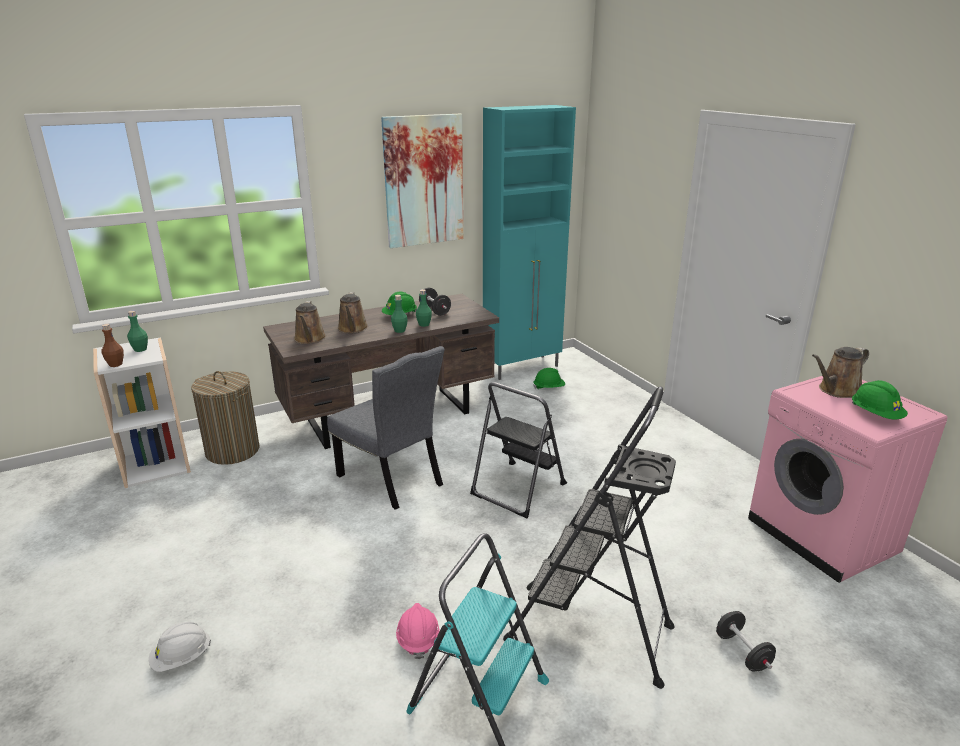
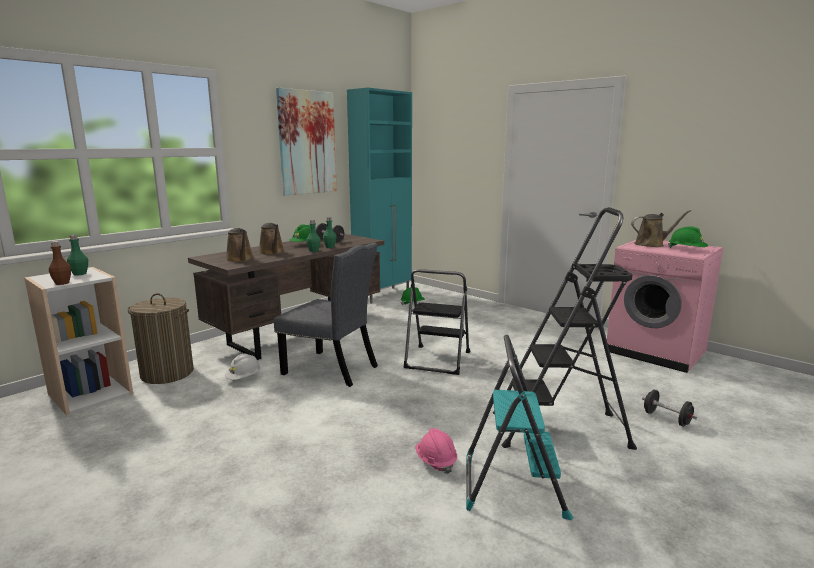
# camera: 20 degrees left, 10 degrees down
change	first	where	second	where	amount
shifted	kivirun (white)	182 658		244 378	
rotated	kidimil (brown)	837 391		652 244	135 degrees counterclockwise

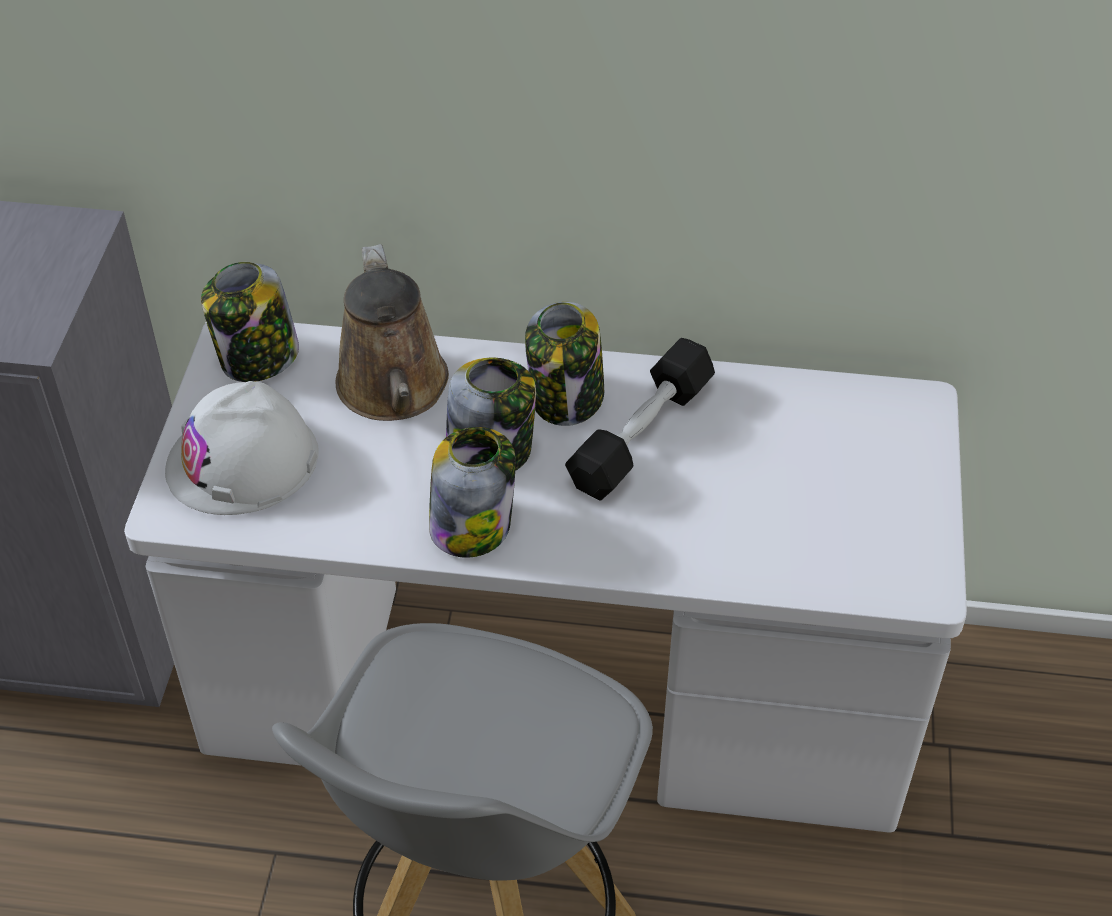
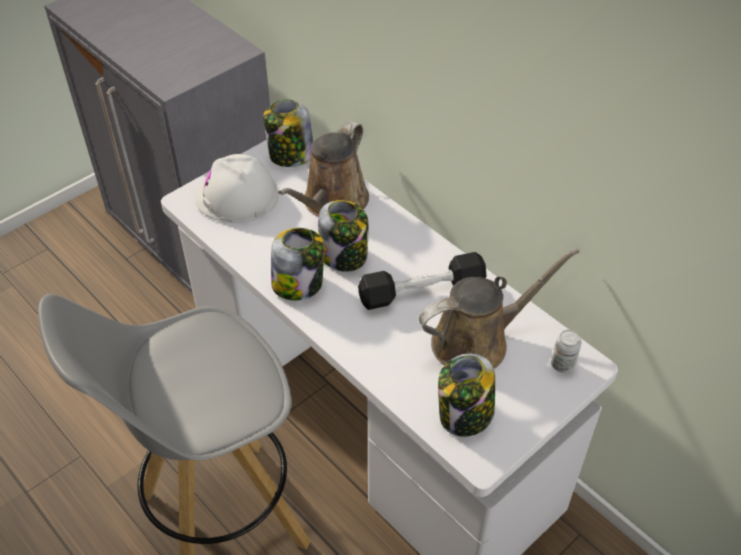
# camera: 40 degrees right, 0 degrees up
change	first	where	second	where	amount
shifted	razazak	566 398		465 415	
new			kidimil (brown)	477 341	
new			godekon	562 365	

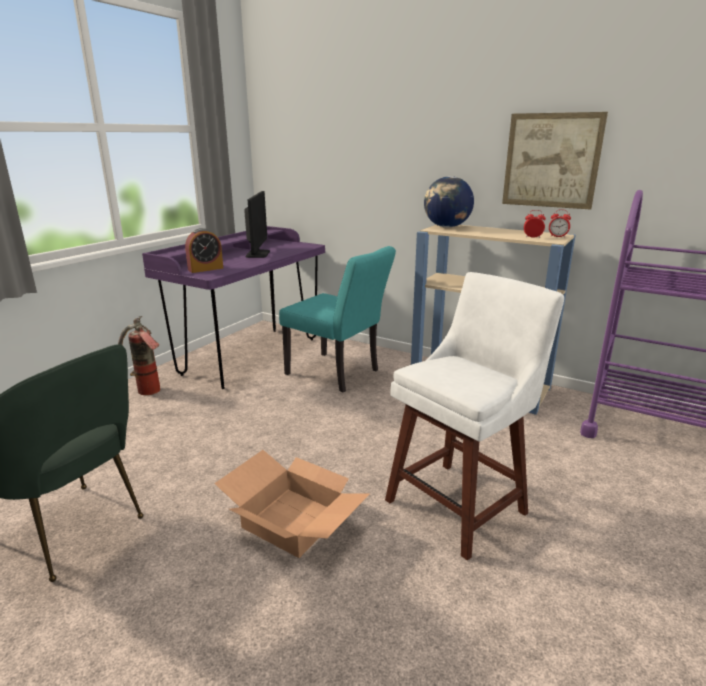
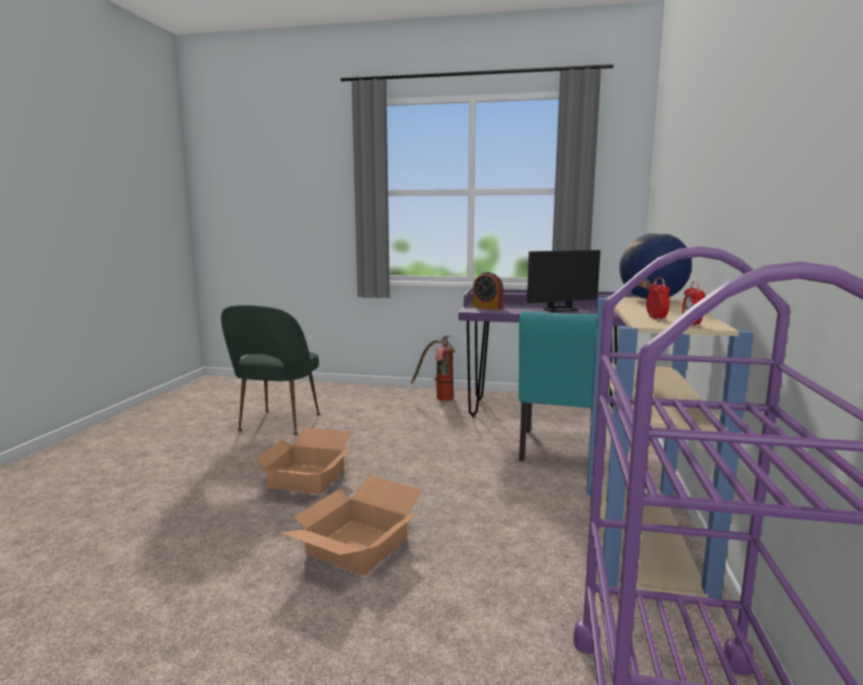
# camera: 70 degrees right, 10 degrees down
change	first	where	second	where	amount
swapped	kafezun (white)	460 503	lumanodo	357 547	
gone	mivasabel	551 161			

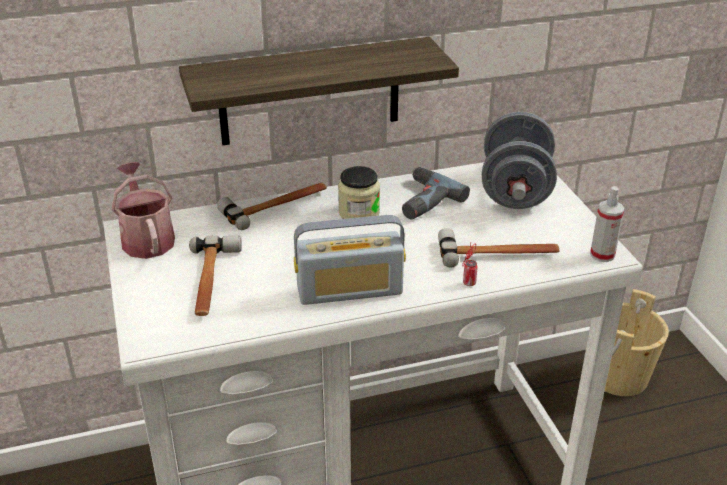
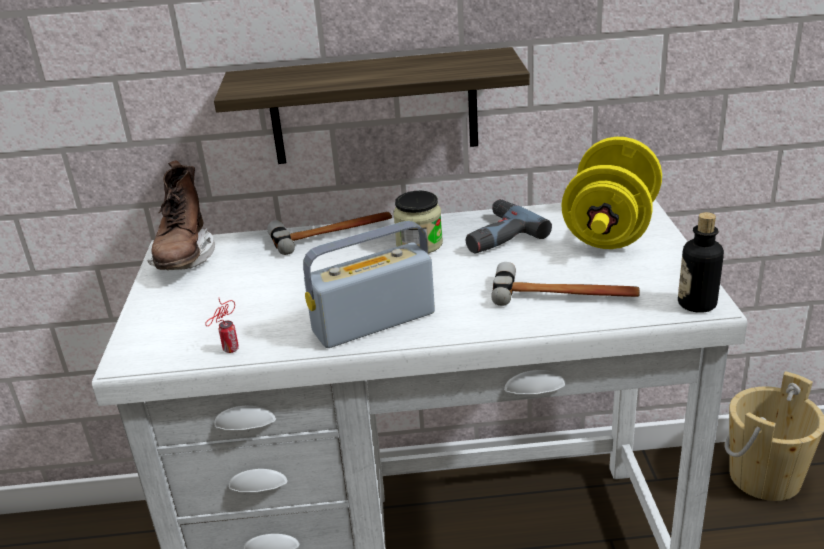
# camera: 15 degrees right, 5 degrees down
change	first	where	second	where	amount
swapped	kidimil	146 238	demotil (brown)	184 258	
gone	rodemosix	211 281			
rotated	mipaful	350 290		373 322	150 degrees clockwise
shifted	godekon	468 284		229 350	
repainted	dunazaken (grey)	515 190	dunazaken (yellow)	610 230	
swapped	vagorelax	602 255	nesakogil	697 304	

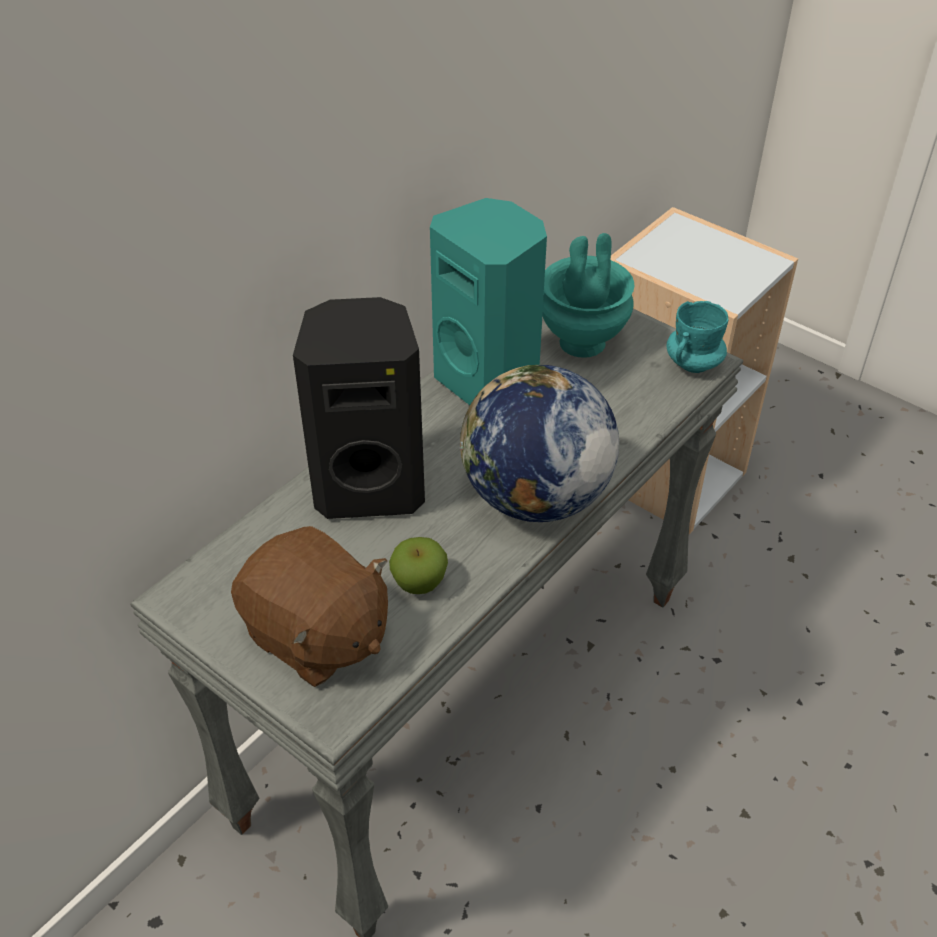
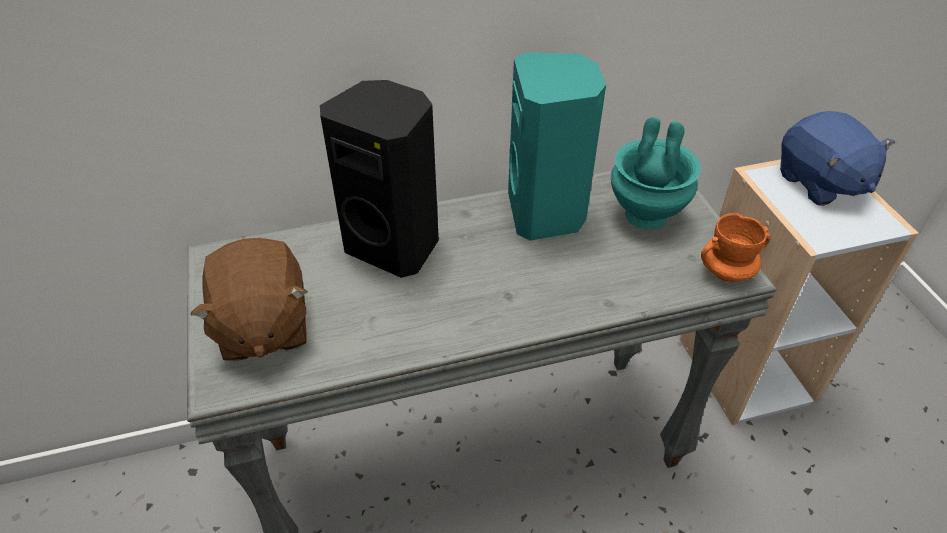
# camera: 35 degrees right, 0 degrees up
change	first	where	second	where	amount
gone	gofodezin	419 584			
gone	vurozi	534 498			
repainted	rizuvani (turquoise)	693 363	rizuvani (orange)	727 271	
new			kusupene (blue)	820 183	

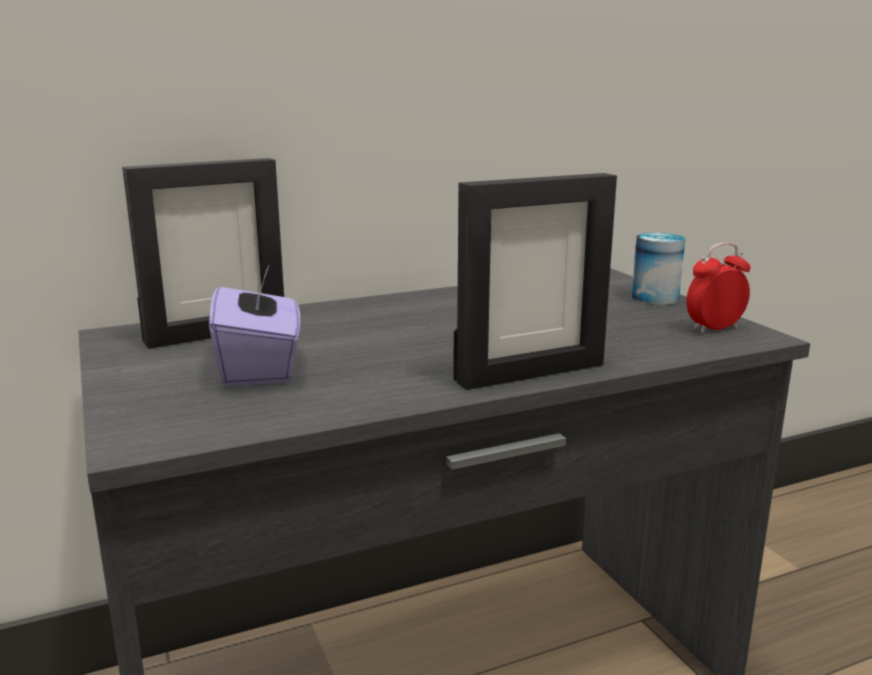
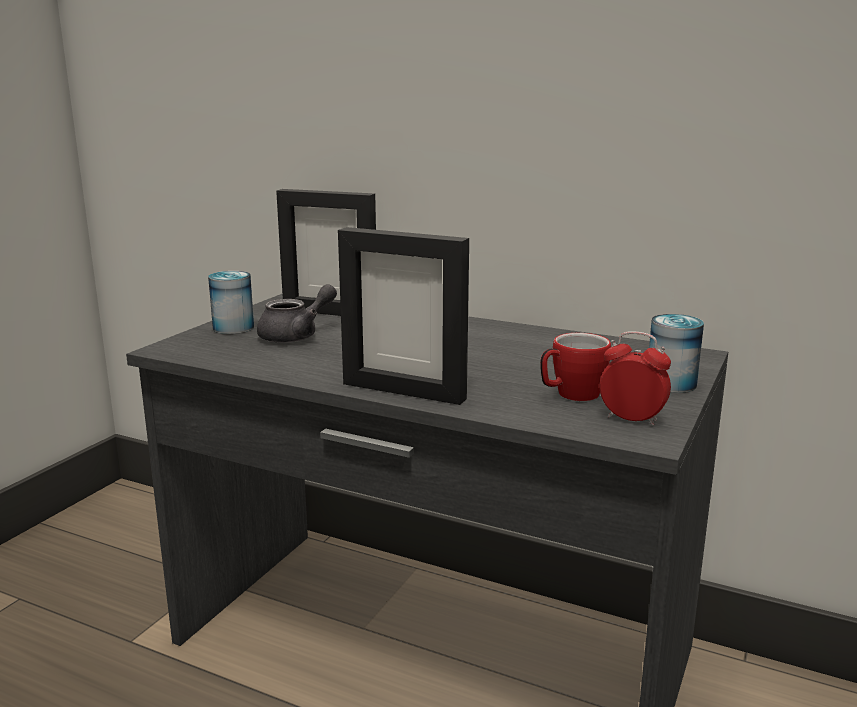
# camera: 50 degrees right, 0 degrees up
change	first	where	second	where	amount
swapped	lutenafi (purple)	260 367	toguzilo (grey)	296 336	
new			godekon	233 327	
new			rizuvani	570 395	

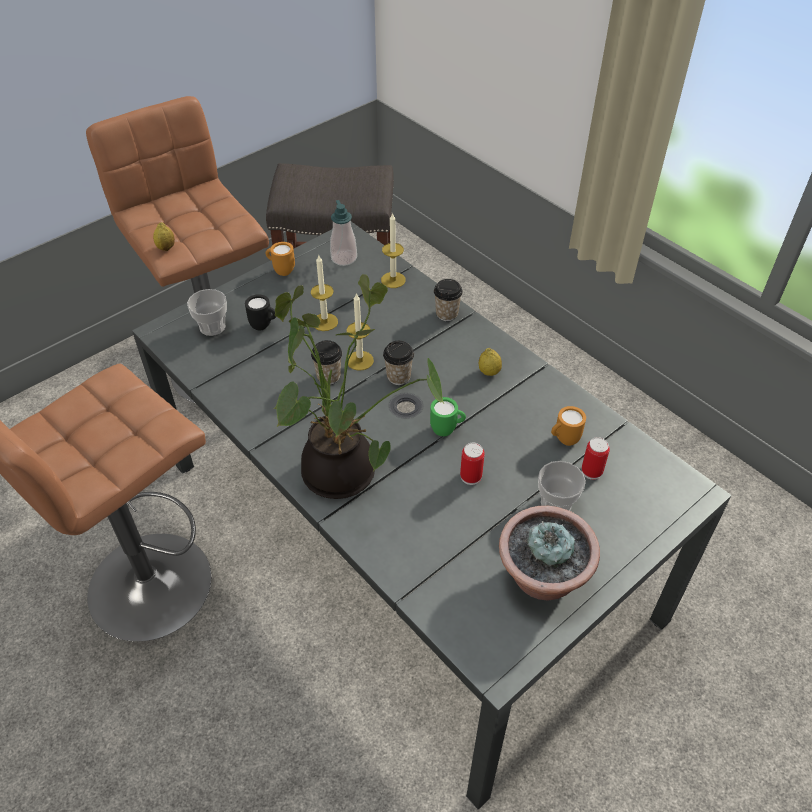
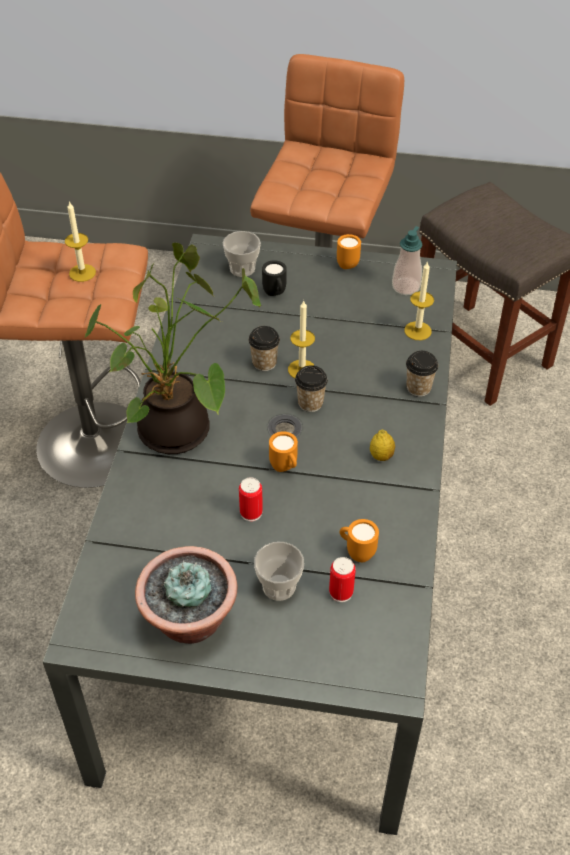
# camera: 50 degrees right, 0 degrees up
change	first	where	second	where	amount
gone	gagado	166 248			
shifted	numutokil	325 322		82 273	
repainted	rizuvani (green)	447 430	rizuvani (orange)	285 468	

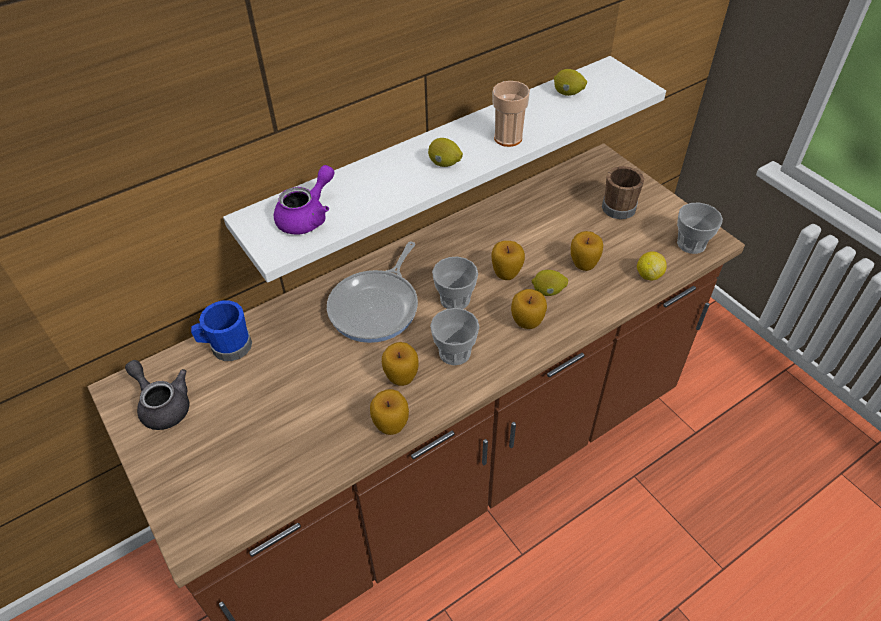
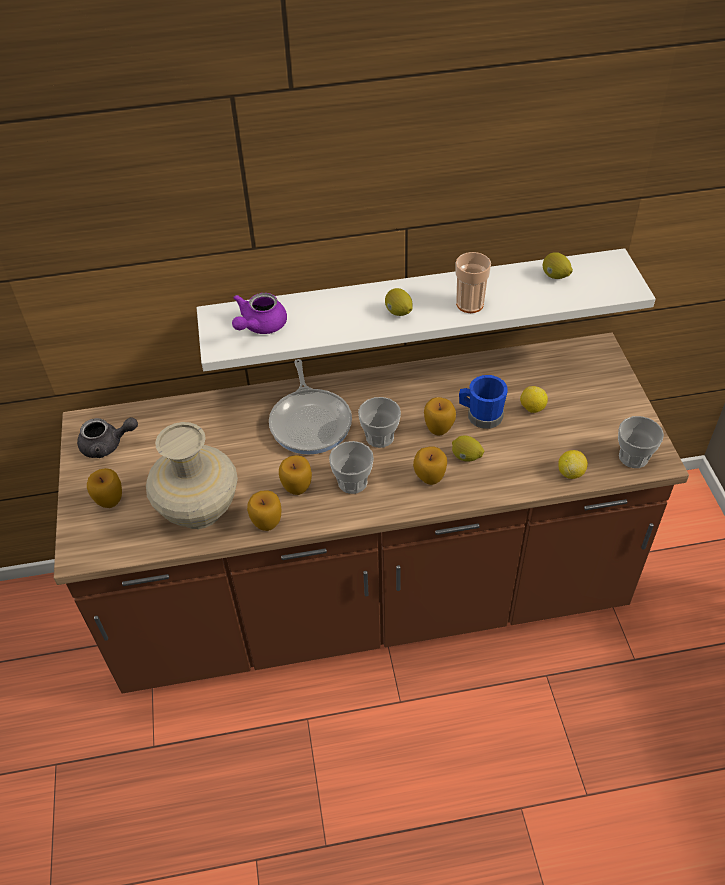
# camera: 25 degrees right, 0 degrees up
change	first	where	second	where	amount
rotated	toguzilo (grey)	163 405		107 445	105 degrees clockwise
shifted	rizuvani (blue)	227 347		480 415	
rotated	toguzilo (purple)	308 216		260 326	150 degrees clockwise
rotated	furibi	377 307		310 422	60 degrees counterclockwise
shifted	gofodezin	583 265		110 500	
gone	rizuvani (brown)	618 205			
new			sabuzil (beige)	200 510	
new			gagado	532 408	

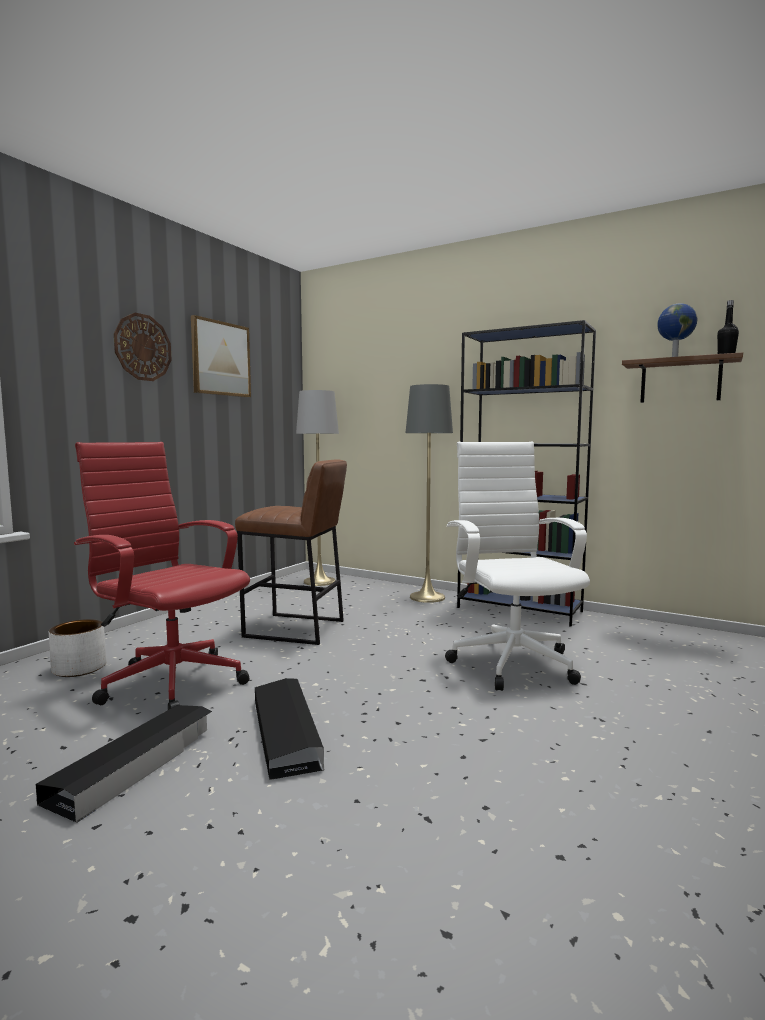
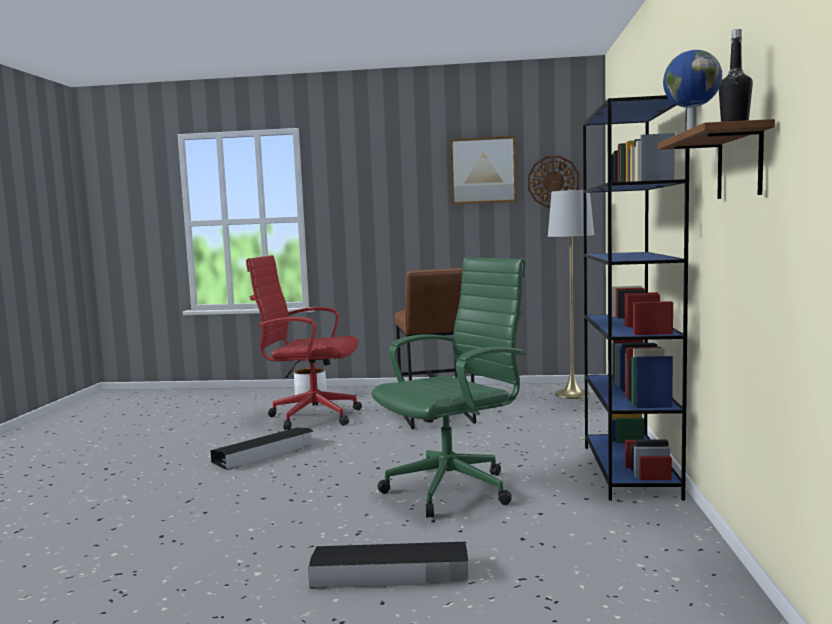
# camera: 65 degrees right, 0 degrees up
change	first	where	second	where	amount
shifted	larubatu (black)	135 765		391 574	
rotated	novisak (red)	170 682		310 416	90 degrees counterclockwise
shifted	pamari	143 347		553 181	
gone	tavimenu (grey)	427 597			
repainted	novisak (white)	511 662	novisak (green)	454 488	

